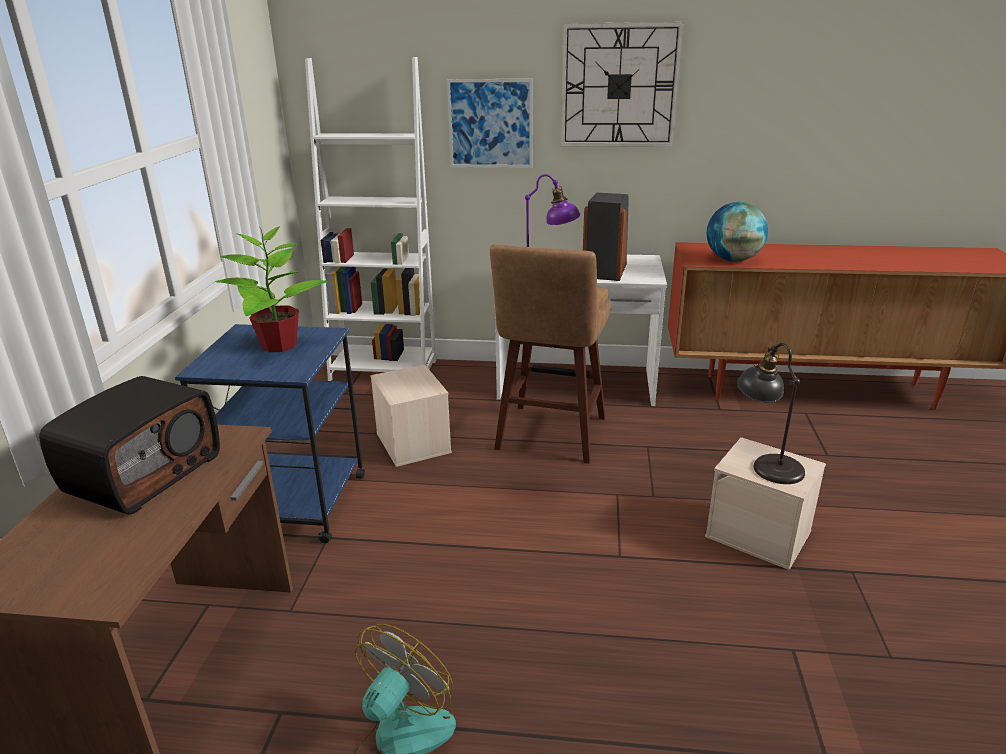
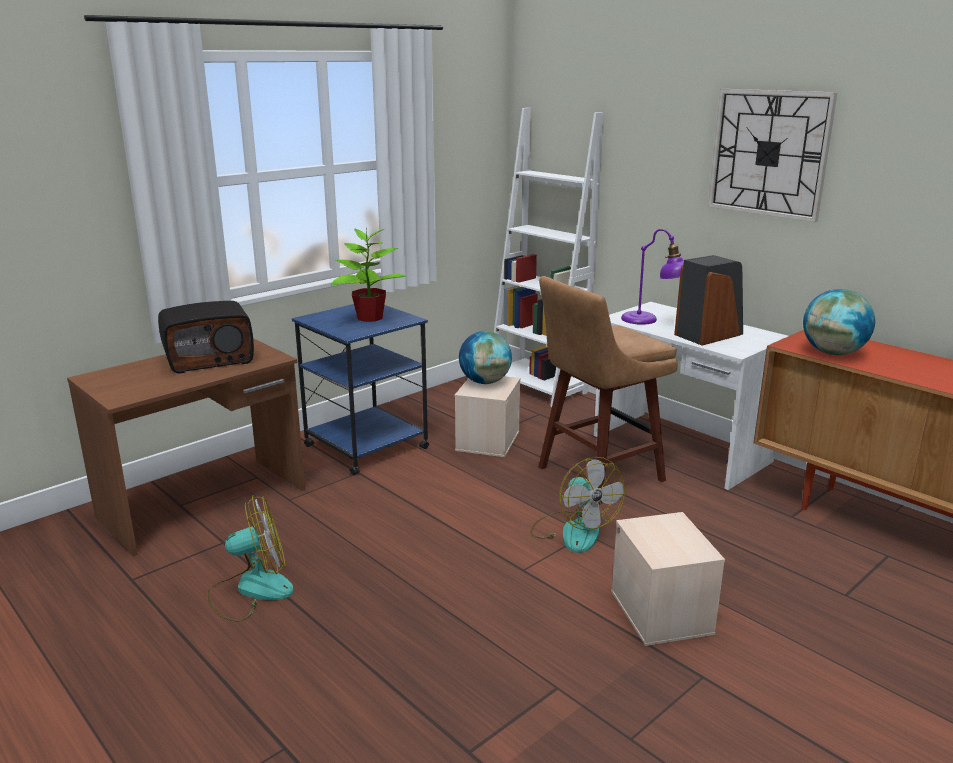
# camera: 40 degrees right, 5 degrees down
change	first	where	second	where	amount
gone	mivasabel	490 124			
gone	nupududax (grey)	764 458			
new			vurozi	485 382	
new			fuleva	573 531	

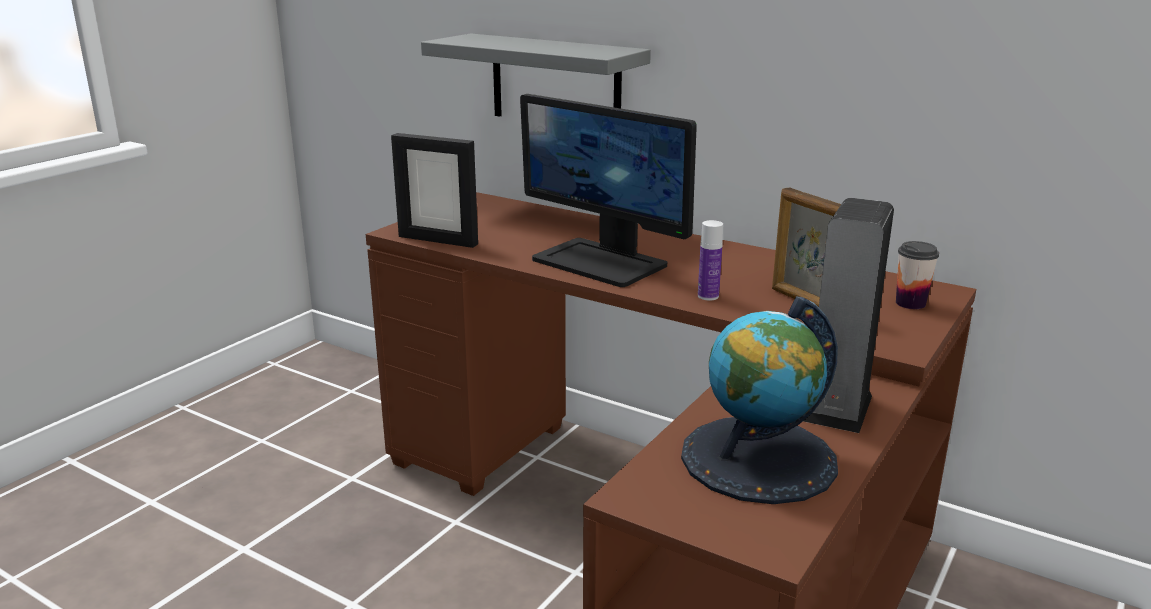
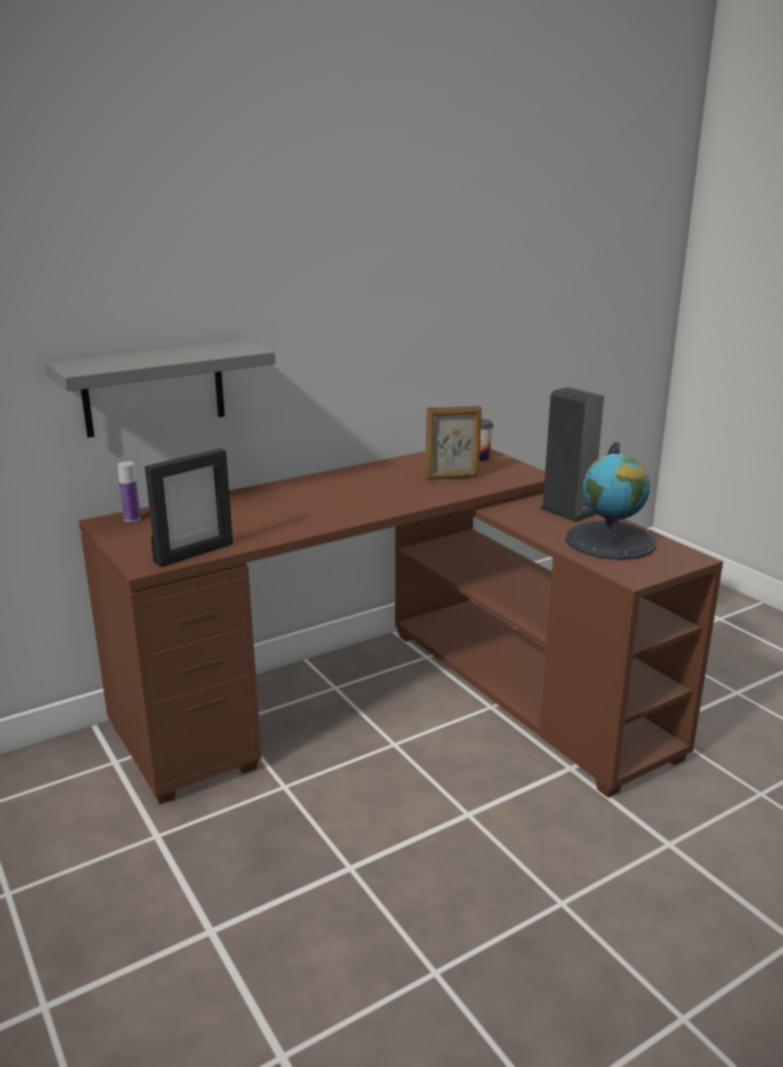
# camera: 65 degrees left, 0 degrees up
change	first	where	second	where	amount
gone	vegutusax	602 262			
shifted	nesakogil	708 296		132 519	

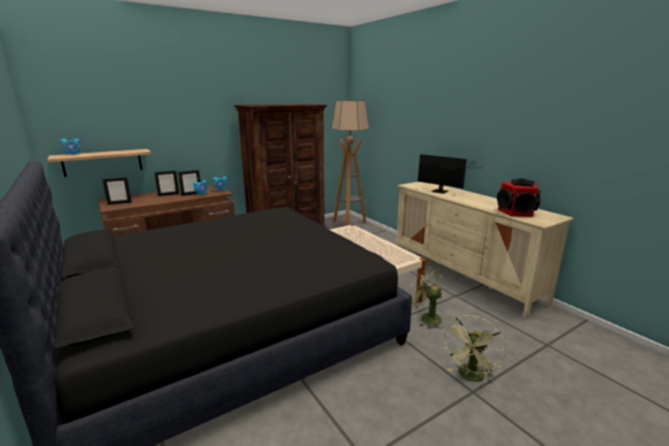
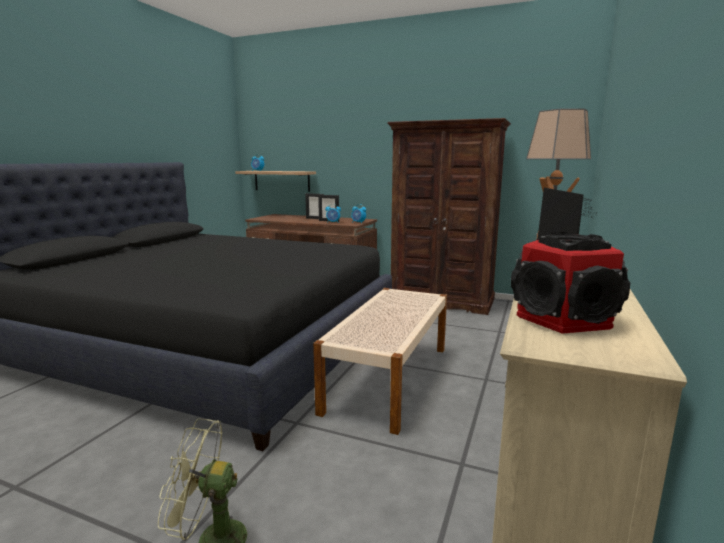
# camera: 55 degrees right, 5 degrees down
change	first	where	second	where	amount
gone	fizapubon	119 203			
gone	fuleva (green)	426 318			

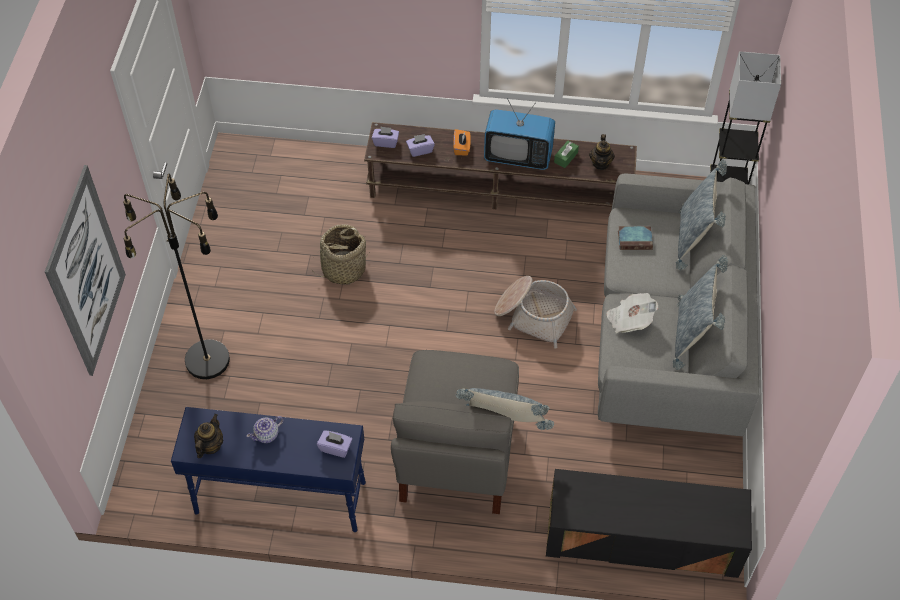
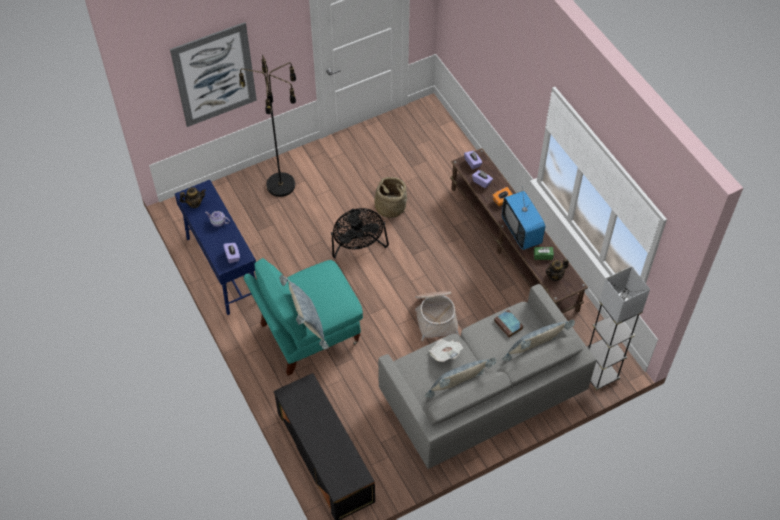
# camera: 55 degrees right, 0 degrees up
change	first	where	second	where	amount
repainted	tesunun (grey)	456 458	tesunun (turquoise)	308 334	
new			fuleva (black)	355 244	

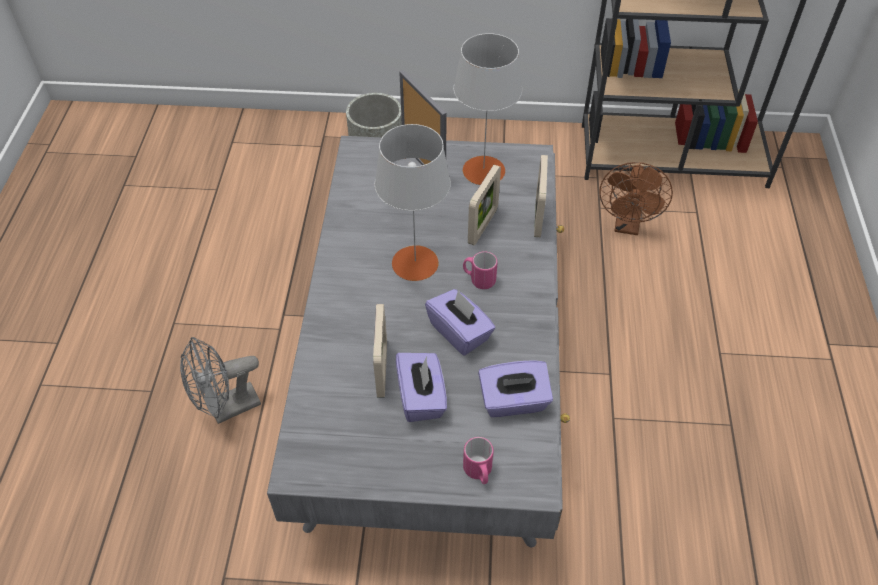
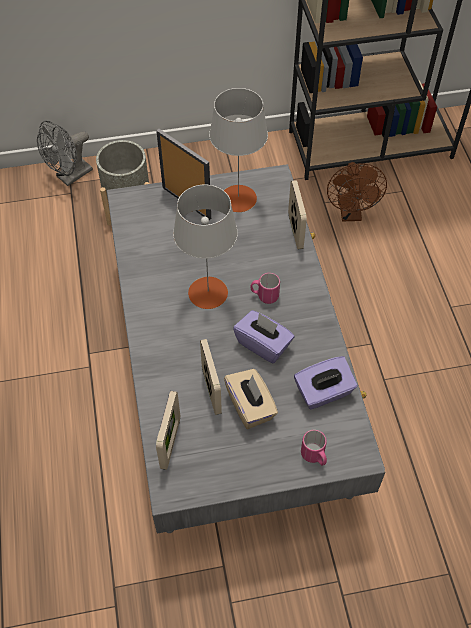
# camera: 15 degrees left, 5 degrees up
change	first	where	second	where	amount
shifted	fuleva (grey)	227 409		70 177	
repainted	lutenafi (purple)	421 398	lutenafi (beige)	250 406	
shifted	fizapubon	483 226		170 443	

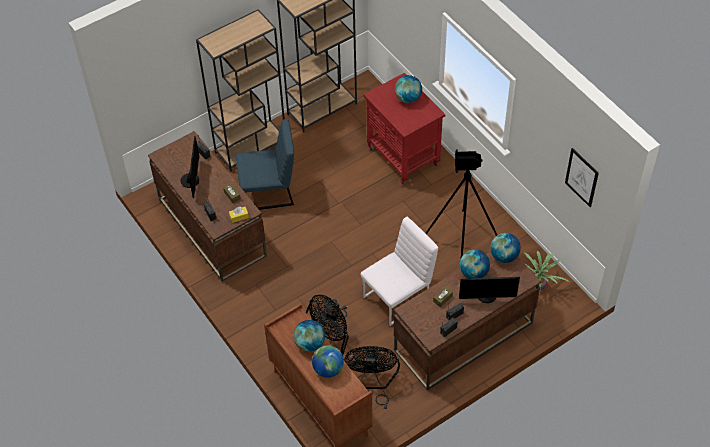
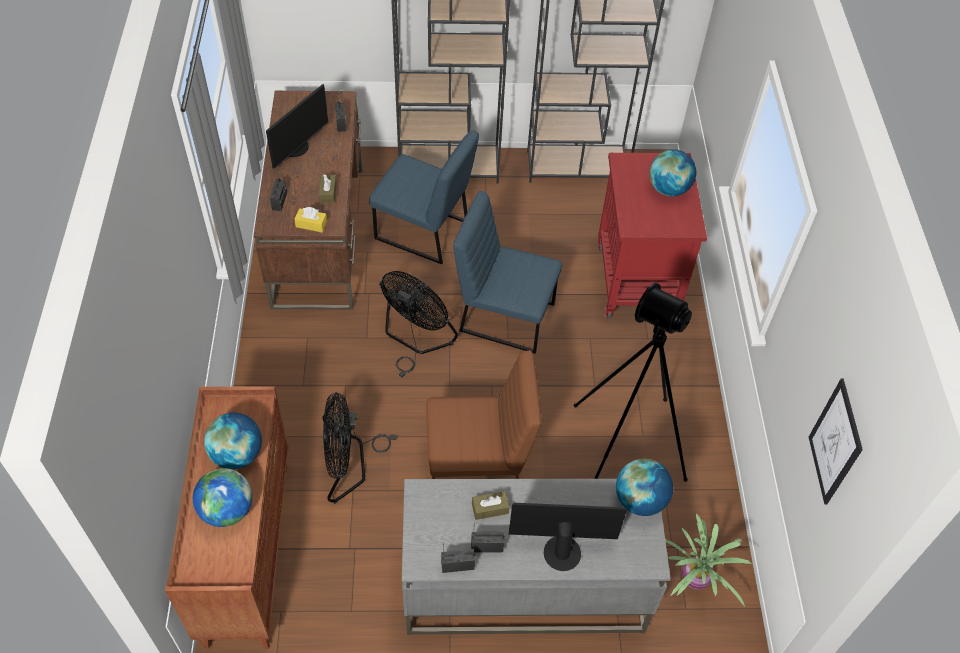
# camera: 30 degrees right, 0 degrees up
change	first	where	second	where	amount
shifted	fuleva (black)	373 381		412 338	
repainted	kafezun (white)	398 297	kafezun (brown)	478 468	
repainted	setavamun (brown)	463 337	setavamun (grey)	523 586	
rotated	vegutusax	487 296		561 549	150 degrees clockwise
gone	vurozi	473 273			
new			kafezun (blue)	504 315	

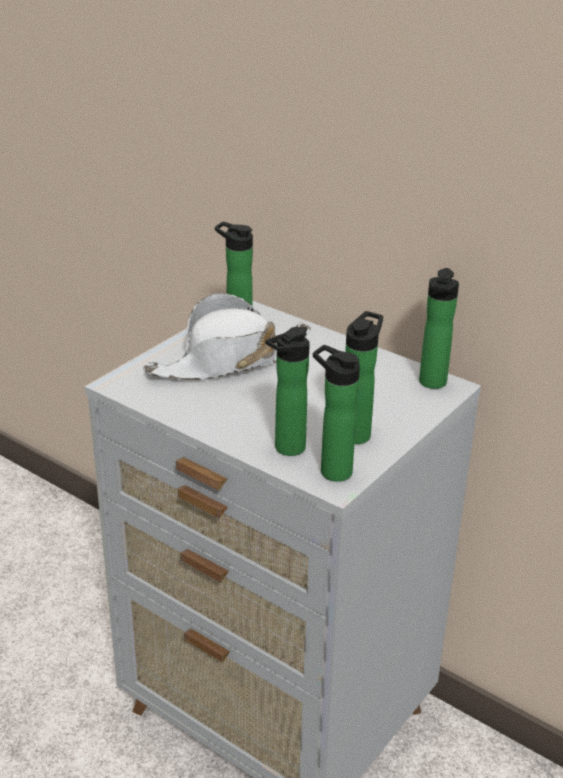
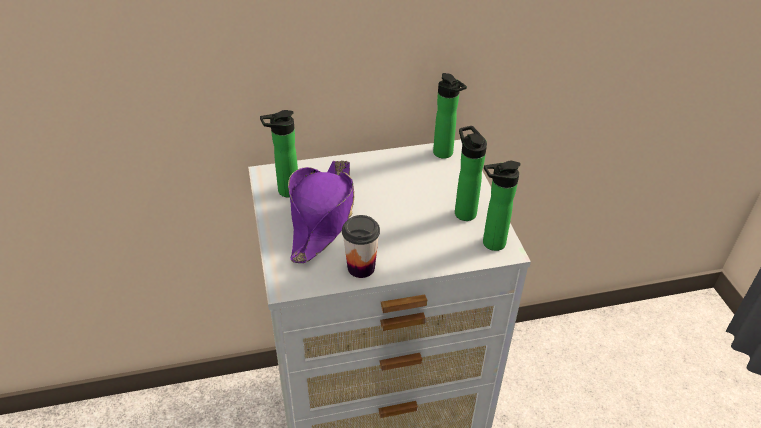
# camera: 50 degrees left, 10 degrees up
change	first	where	second	where	amount
repainted	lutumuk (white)	229 360	lutumuk (purple)	322 217	
gone	nesakogil	286 449			
new			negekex	361 267	

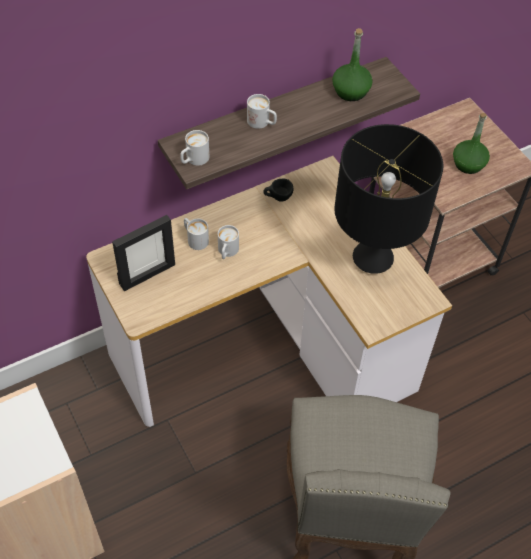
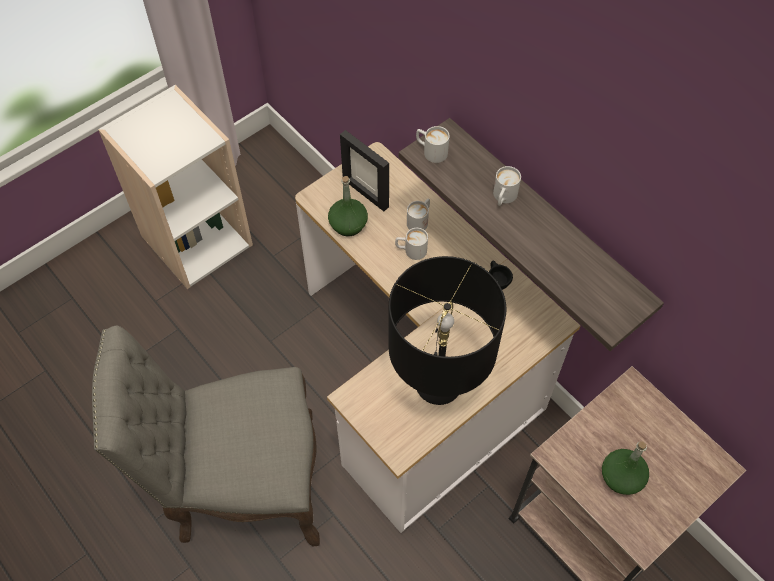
# camera: 80 degrees right, 5 degrees up
change	first	where	second	where	amount
shifted	nesakogil (green)	351 91		348 224	

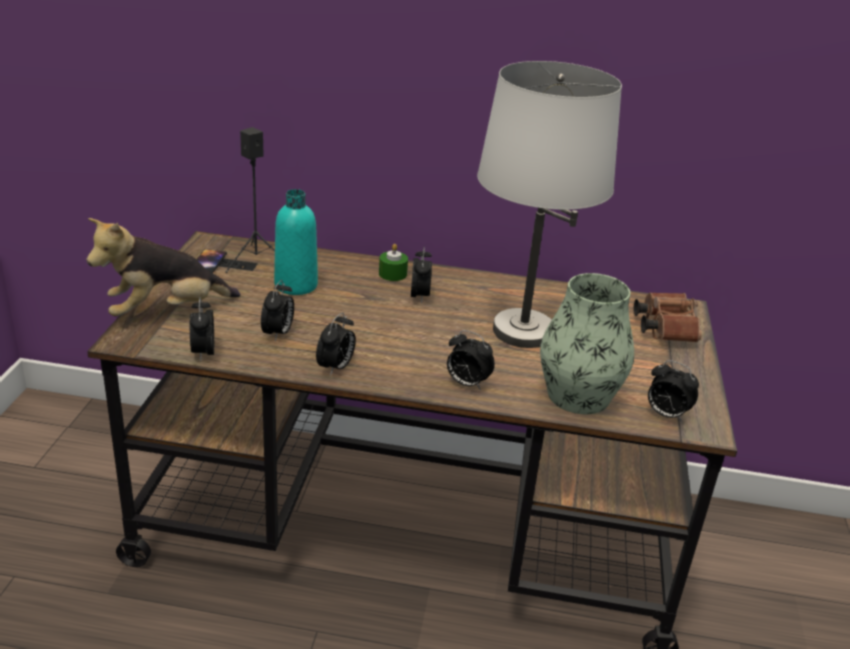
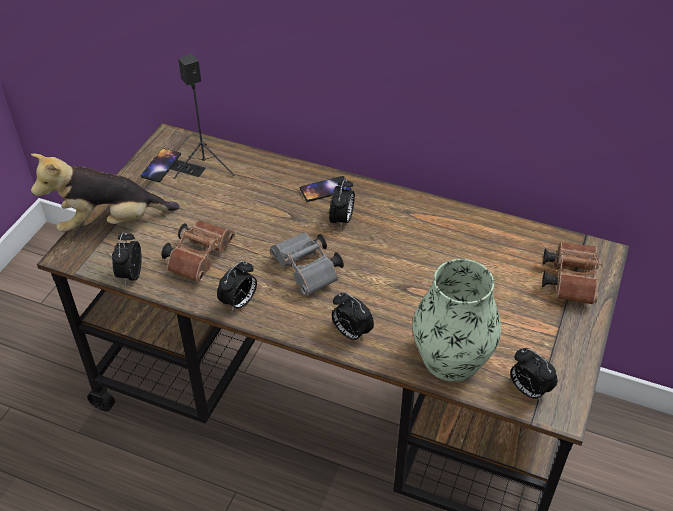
# camera: 15 degrees right, 15 degrees up
change	first	where	second	where	amount
swapped	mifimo	278 333	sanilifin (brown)	200 257	
gone	nesakogil (turquoise)	296 285			
swapped	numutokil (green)	392 274	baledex	325 189	
gone	nupududax (white)	522 331			
new			sanilifin (grey)	308 272	

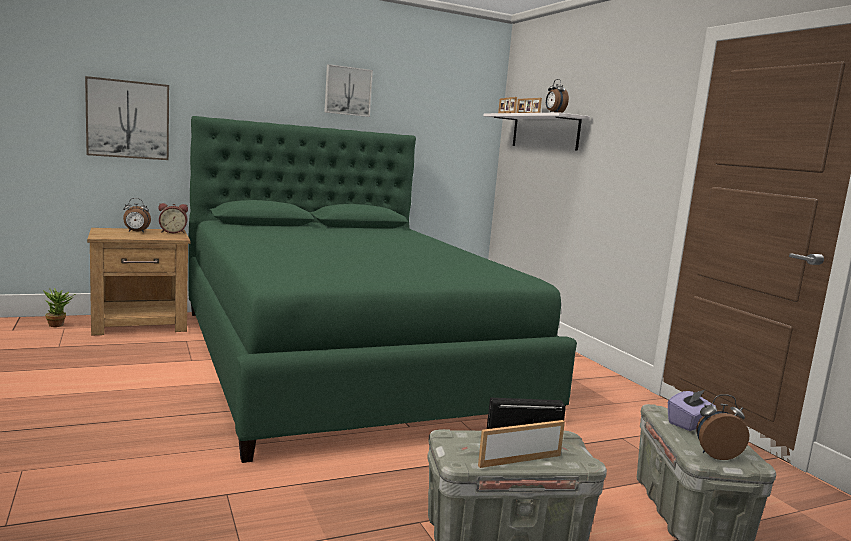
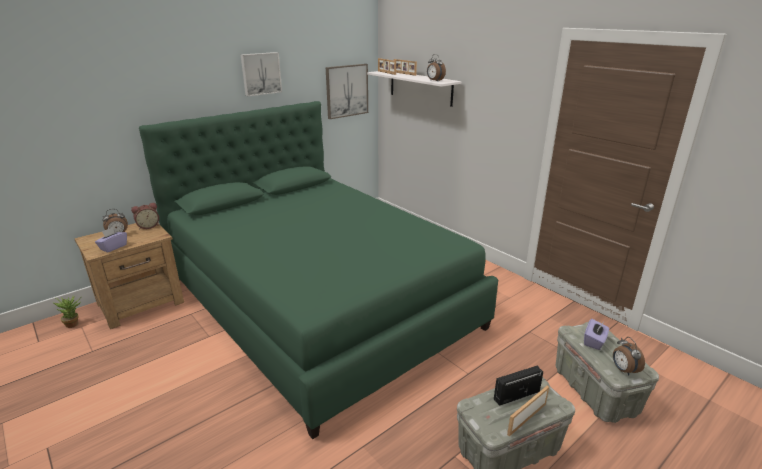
# camera: 15 degrees left, 15 degrees up
change	first	where	second	where	amount
shifted	mivasabel	128 119		346 91	
rotated	mifimo	716 454		623 370	90 degrees counterclockwise
new			lutenafi (purple)	113 247	

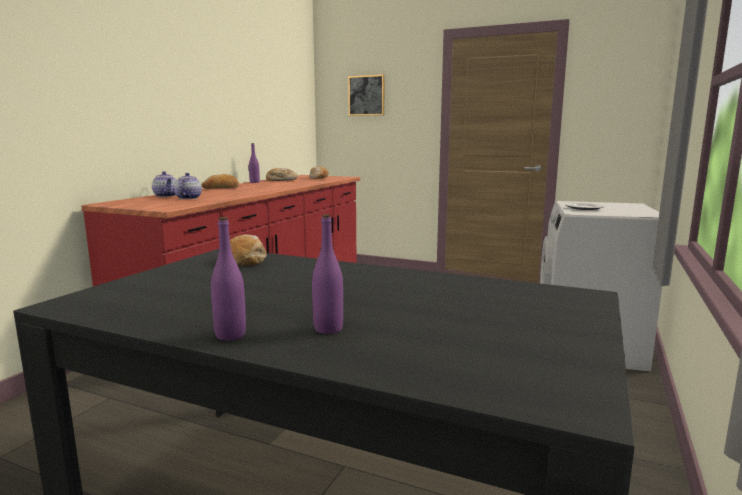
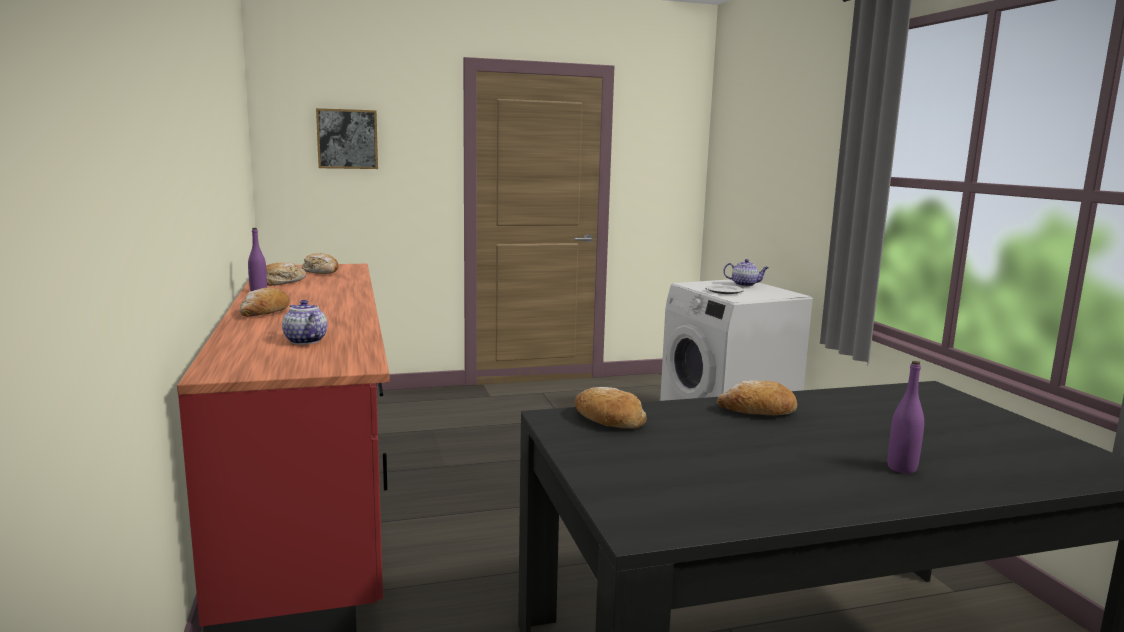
# camera: 40 degrees left, 0 degrees up
change	first	where	second	where	amount
shifted	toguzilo	166 196		745 284	
gone	nesakogil (purple)	230 335			
new			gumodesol	757 411	

